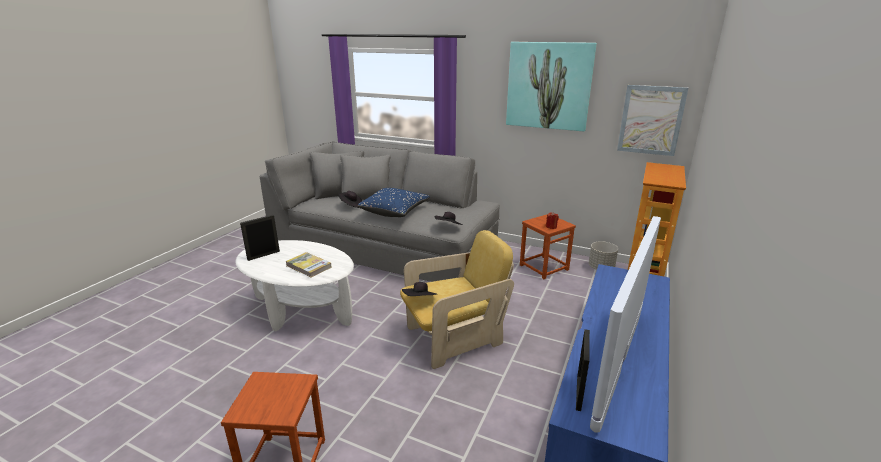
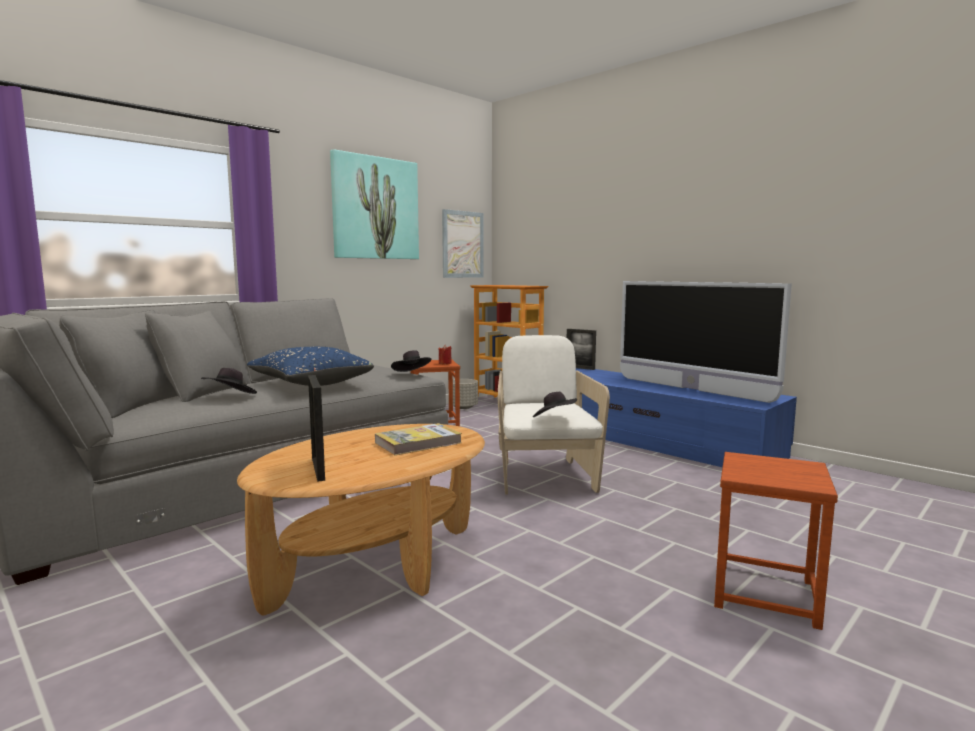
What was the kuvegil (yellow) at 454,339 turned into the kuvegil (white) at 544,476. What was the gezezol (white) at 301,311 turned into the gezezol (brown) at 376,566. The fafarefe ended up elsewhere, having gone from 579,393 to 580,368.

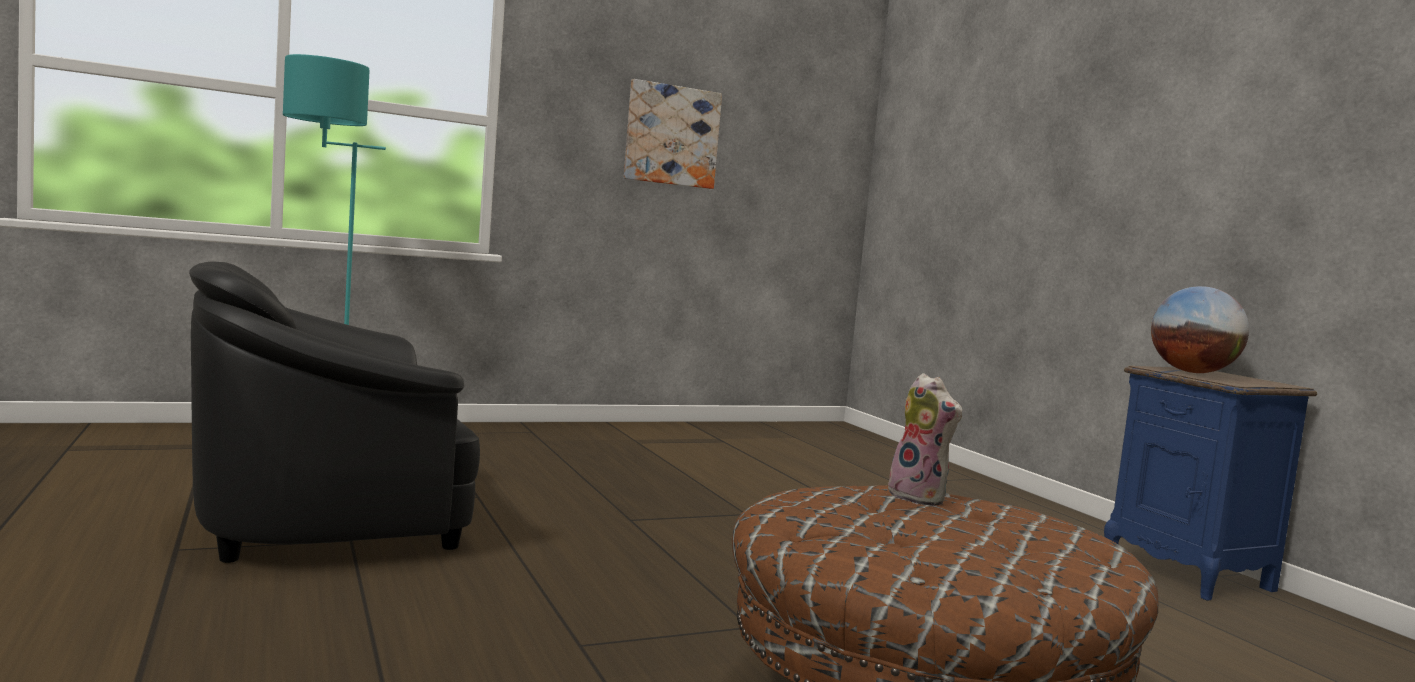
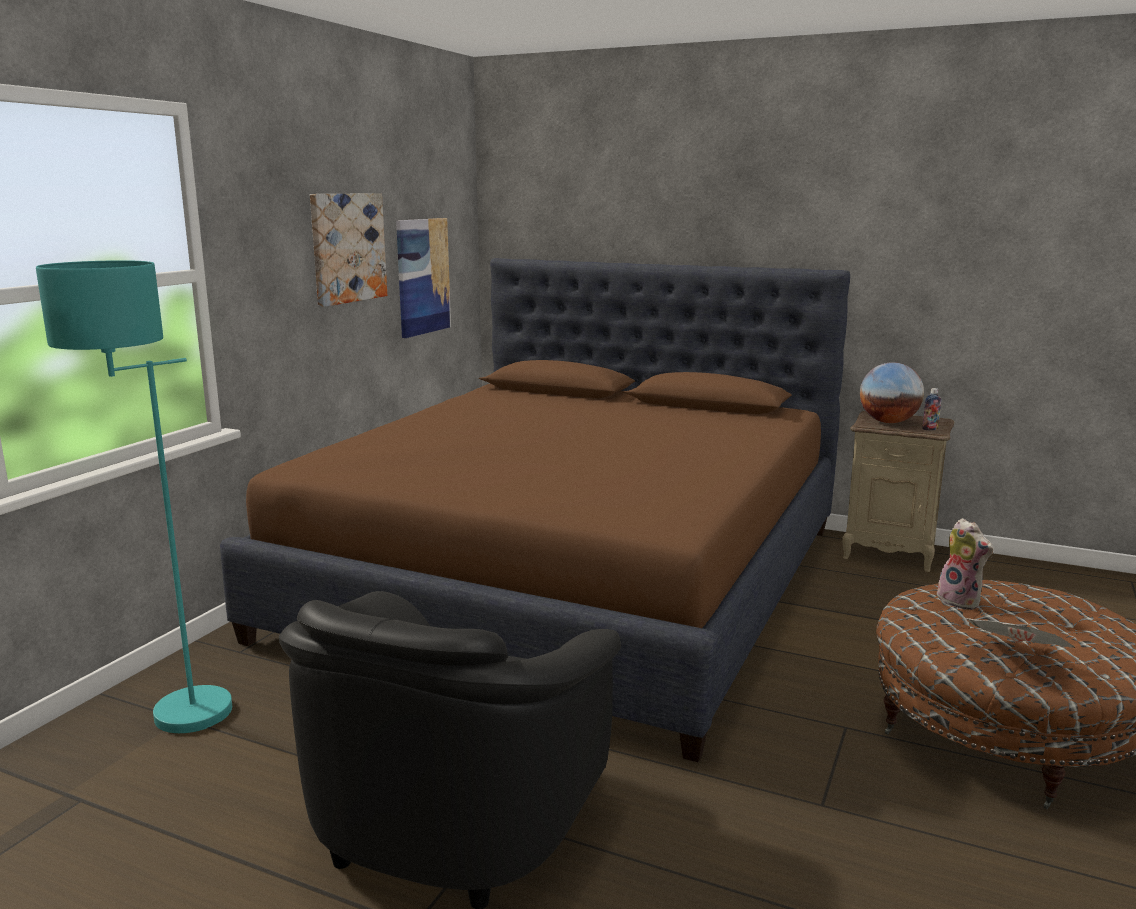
What was the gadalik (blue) at 1186,574 turned into the gadalik (beige) at 890,554. The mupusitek at 921,497 ended up facing another way, 45 degrees clockwise from before. The second view gained the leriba at 423,276. The second view gained the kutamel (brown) at 571,580. The second view gained the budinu at 930,429. The second view gained the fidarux at 1015,658.

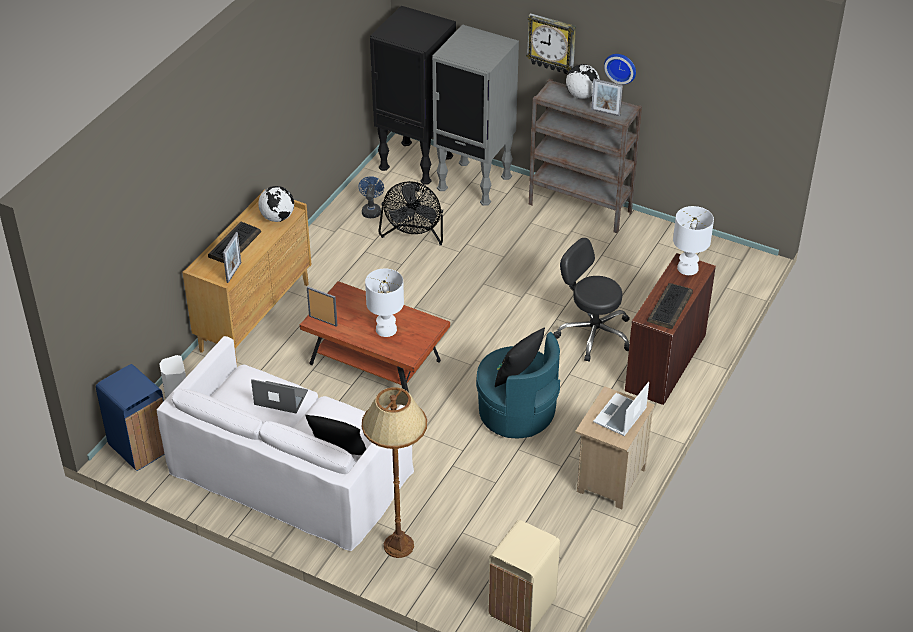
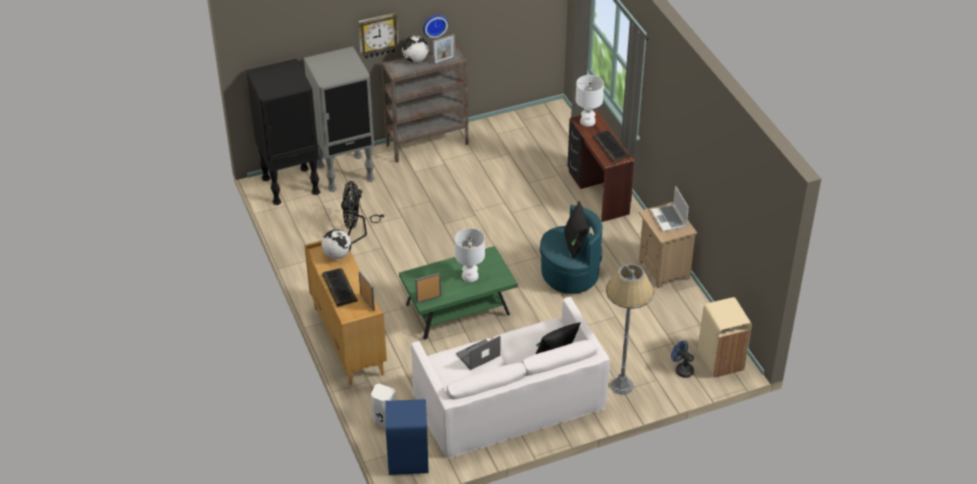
The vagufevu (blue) ended up elsewhere, having gone from 371,210 to 681,369. The vagufevu (black) at 411,232 ended up facing another way, 120 degrees clockwise from before. The second view lost the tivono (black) at 591,332. What was the gezezol (brown) at 375,363 turned into the gezezol (green) at 458,309. What was the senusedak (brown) at 398,545 turned into the senusedak (grey) at 621,385.

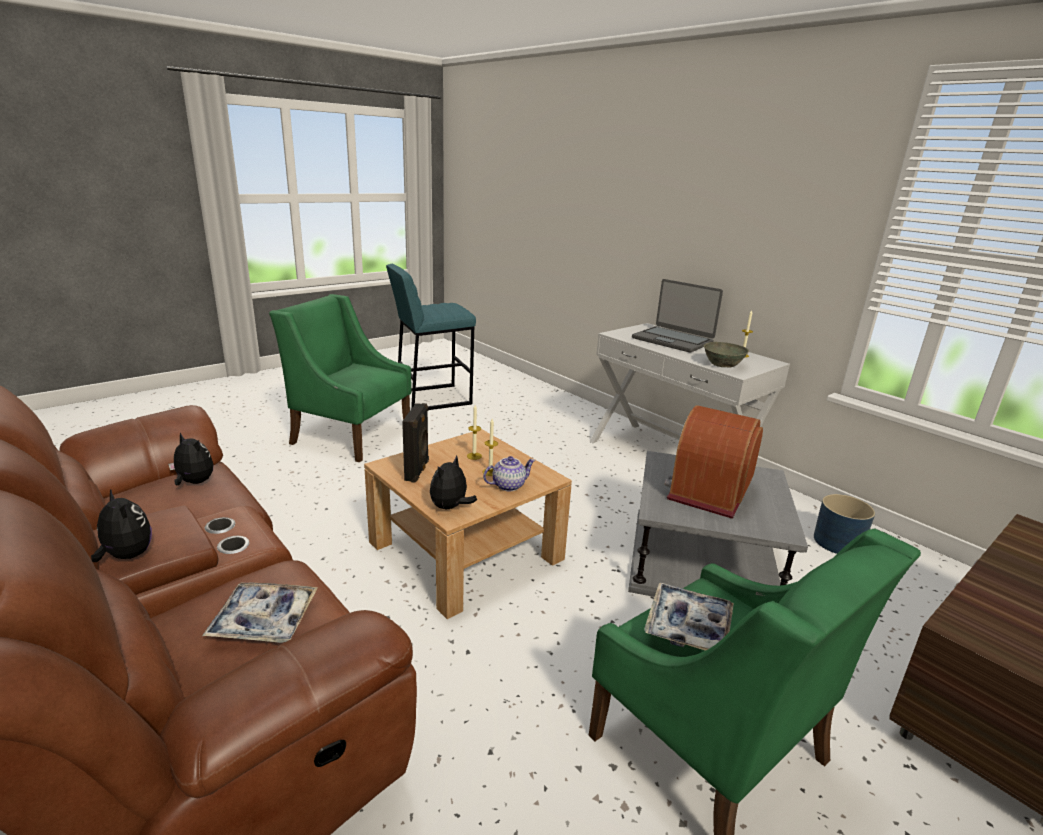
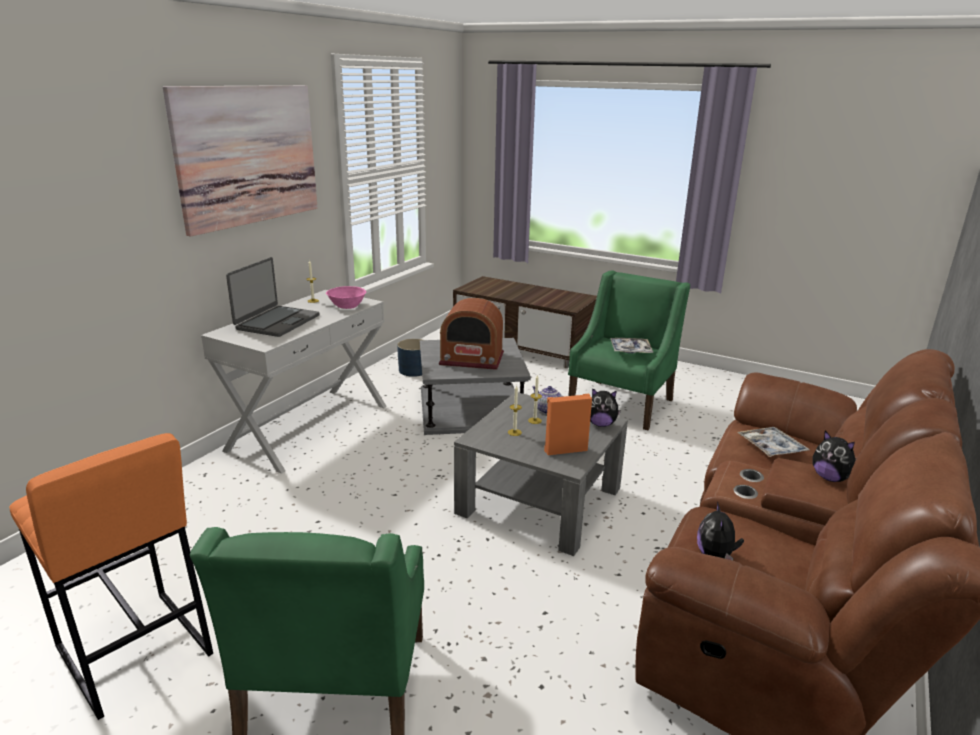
What was the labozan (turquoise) at 431,398 turned into the labozan (orange) at 136,653. What was the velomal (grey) at 722,364 turned into the velomal (pink) at 346,306. What was the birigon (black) at 418,471 turned into the birigon (orange) at 565,450. What was the gezezol (brown) at 466,551 turned into the gezezol (grey) at 539,500. The mupusitek at 126,556 ended up facing another way, 60 degrees counterclockwise from before. The second view gained the leriba at 248,155.

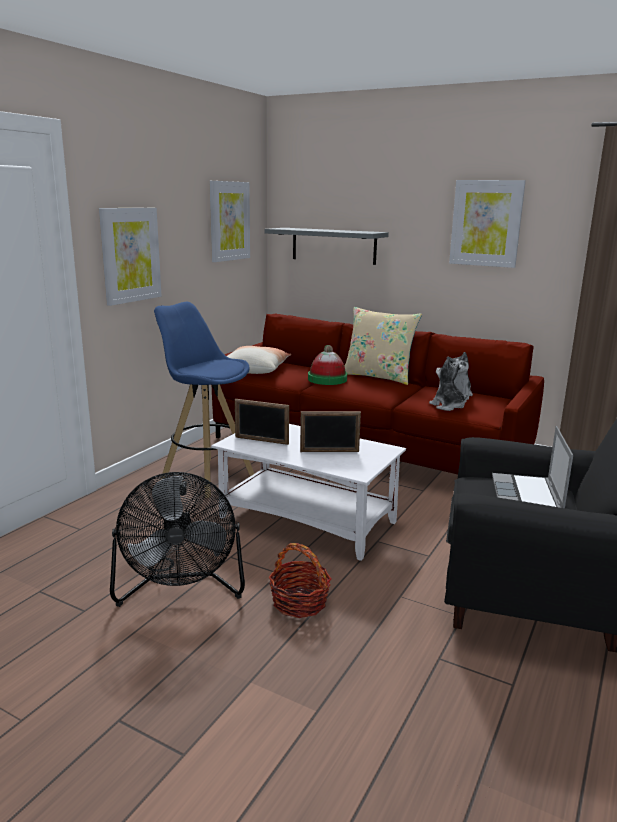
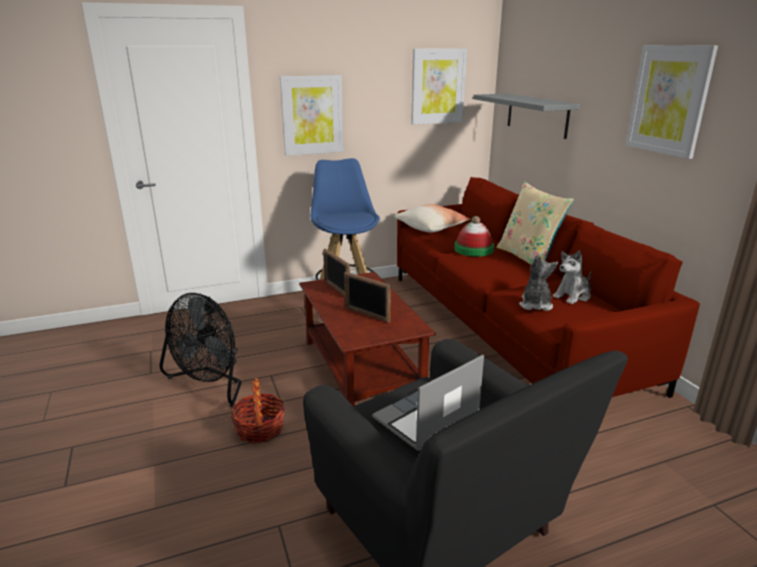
What was the gezezol (white) at 309,520 turned into the gezezol (brown) at 362,370.

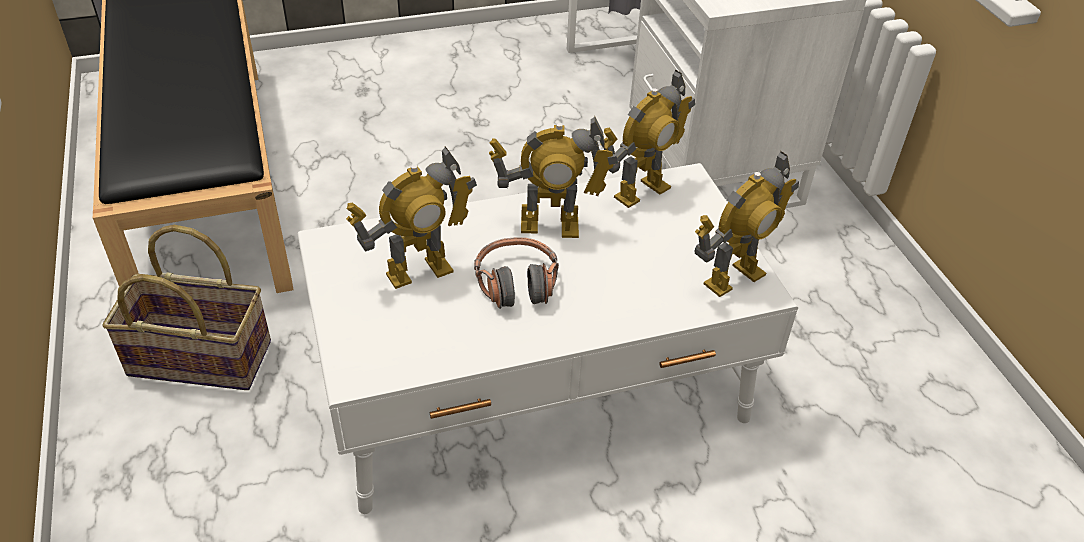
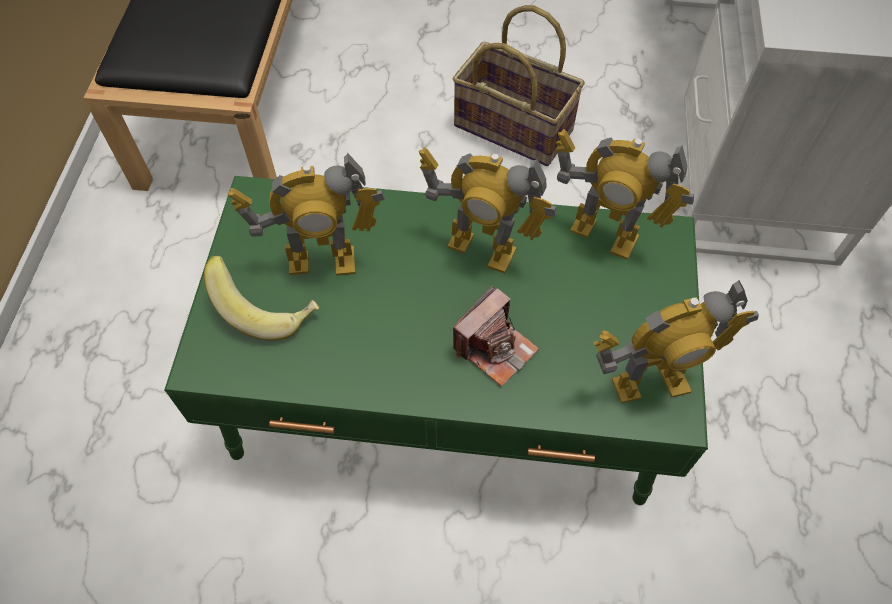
The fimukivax at 641,191 ended up facing another way, 45 degrees clockwise from before. What was the gezezol (white) at 538,389 turned into the gezezol (green) at 448,388. The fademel ended up elsewhere, having gone from 201,356 to 514,127. The second view lost the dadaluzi at 517,283. The second view gained the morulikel at 267,309. The second view gained the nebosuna at 495,348.

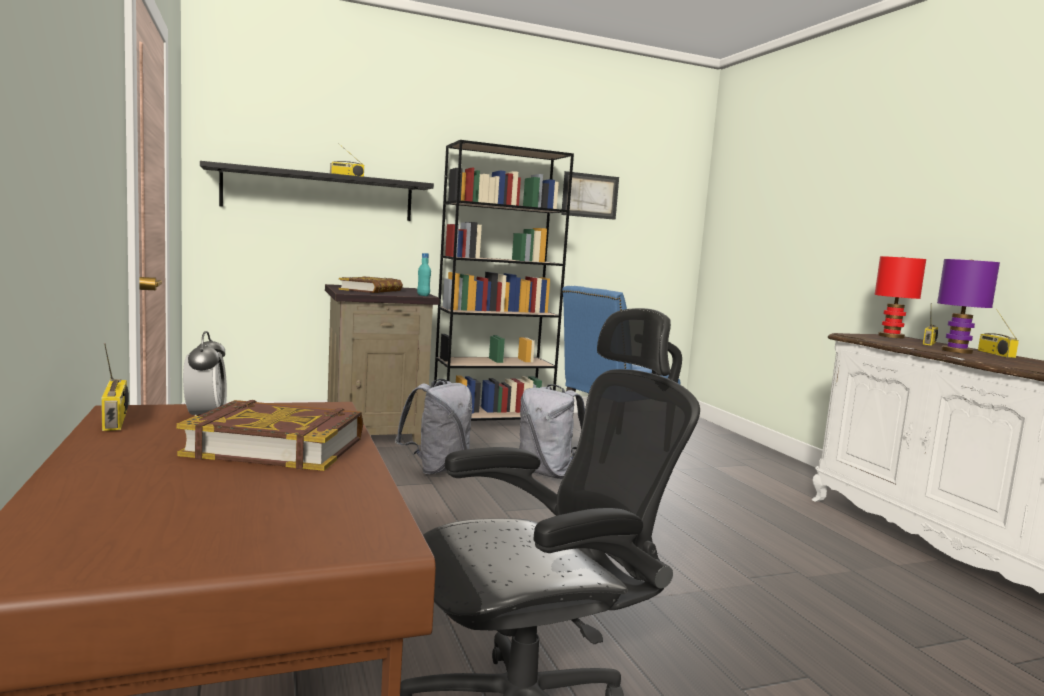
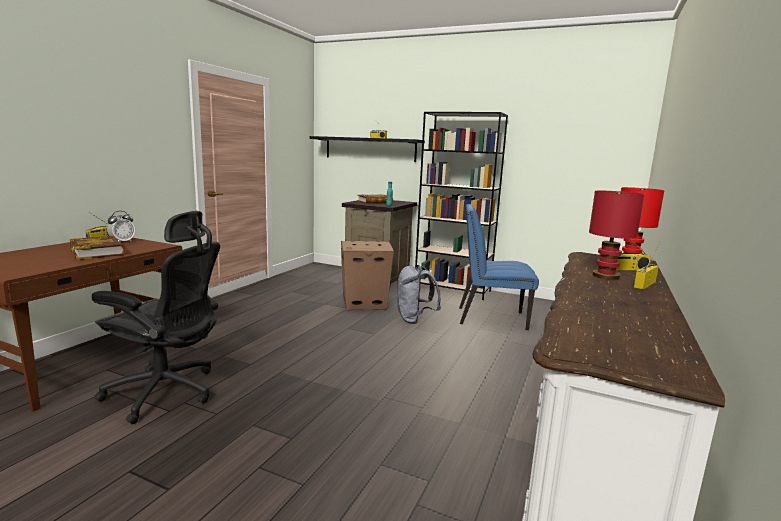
The second view lost the leriba at 590,195. What was the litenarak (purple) at 957,351 turned into the litenarak (red) at 606,276. Where the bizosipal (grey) stood at 437,468, the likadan came to stand at 365,303.

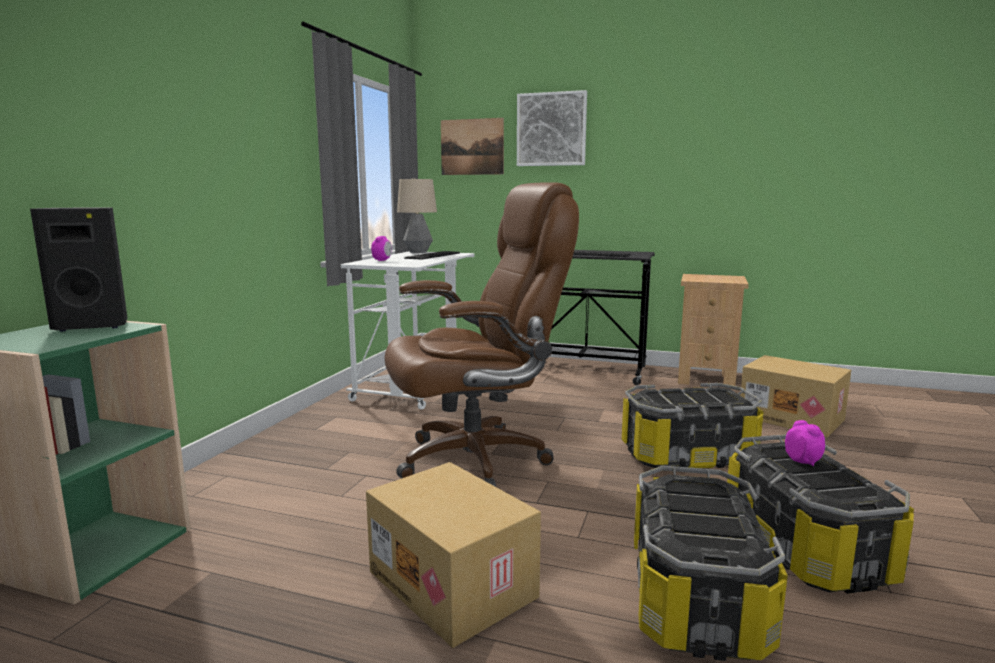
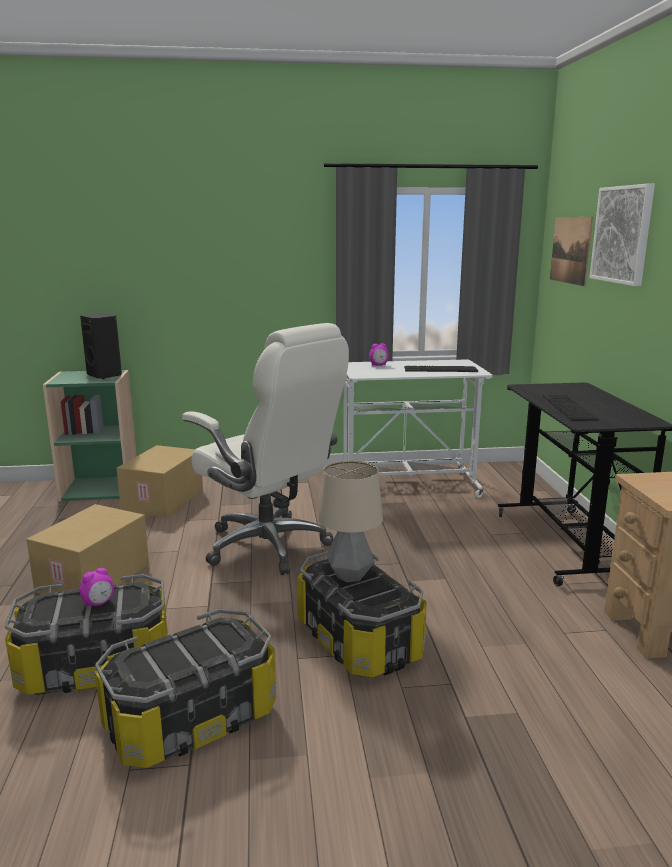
The litenarak ended up elsewhere, having gone from 418,252 to 349,576. What was the tivono (brown) at 477,460 turned into the tivono (white) at 269,546. The likadan ended up elsewhere, having gone from 792,418 to 164,501. The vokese ended up elsewhere, having gone from 803,461 to 98,603.

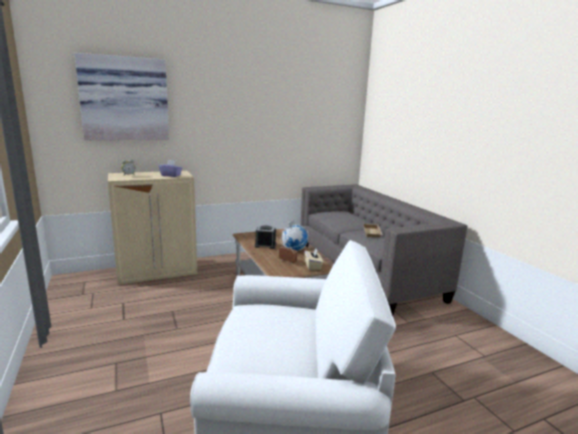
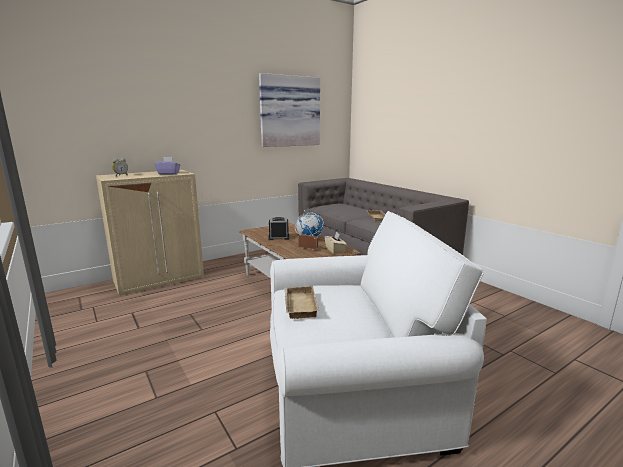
The leriba ended up elsewhere, having gone from 125,99 to 289,111. The second view gained the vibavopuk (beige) at 298,305.

